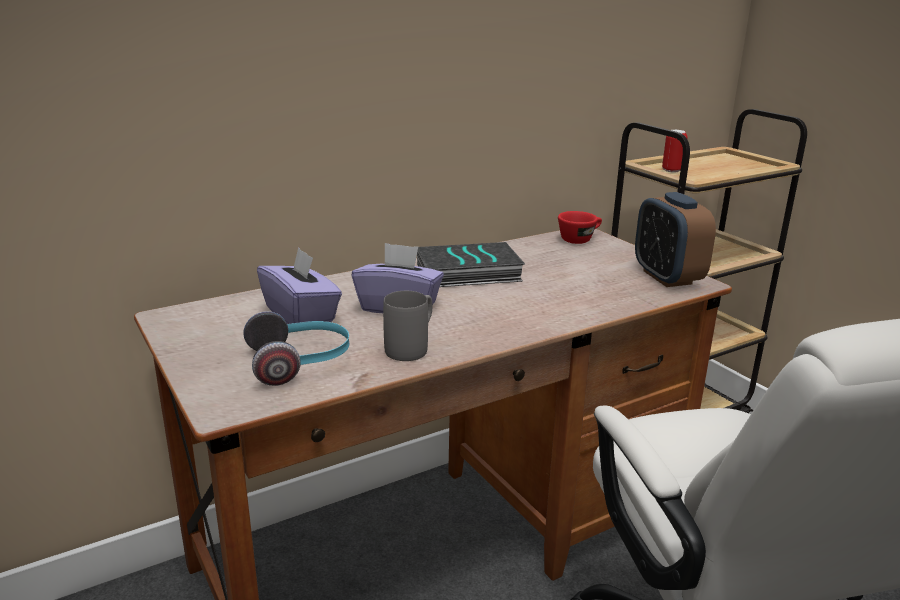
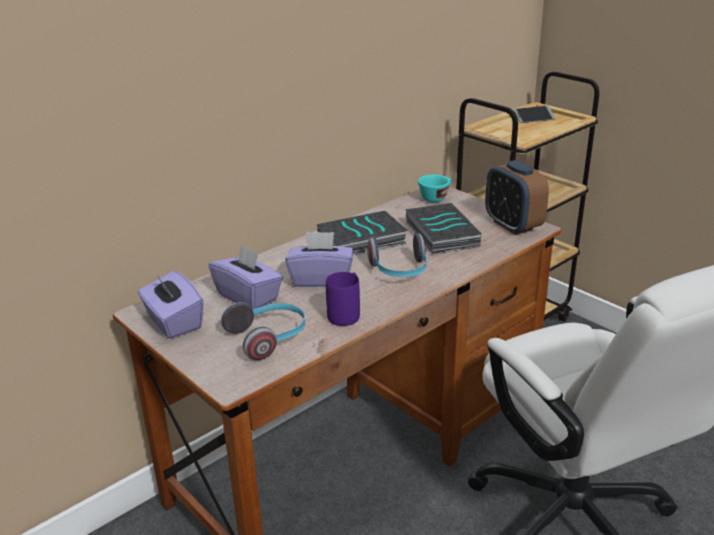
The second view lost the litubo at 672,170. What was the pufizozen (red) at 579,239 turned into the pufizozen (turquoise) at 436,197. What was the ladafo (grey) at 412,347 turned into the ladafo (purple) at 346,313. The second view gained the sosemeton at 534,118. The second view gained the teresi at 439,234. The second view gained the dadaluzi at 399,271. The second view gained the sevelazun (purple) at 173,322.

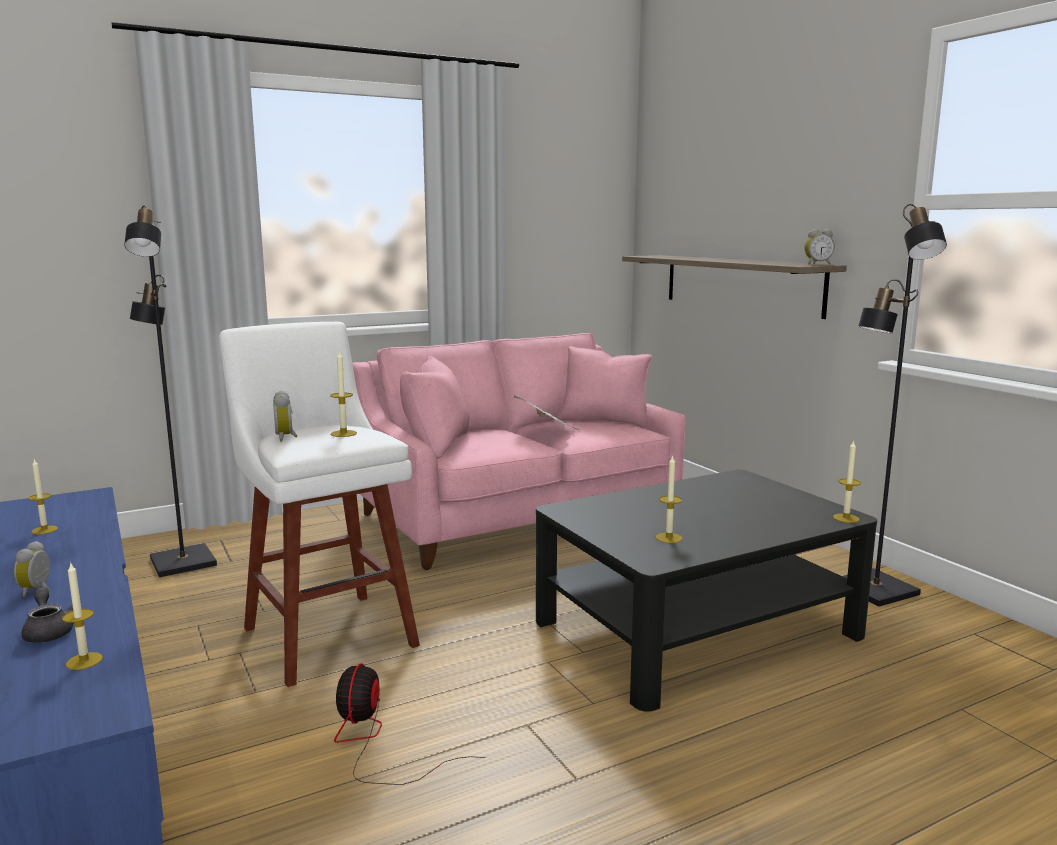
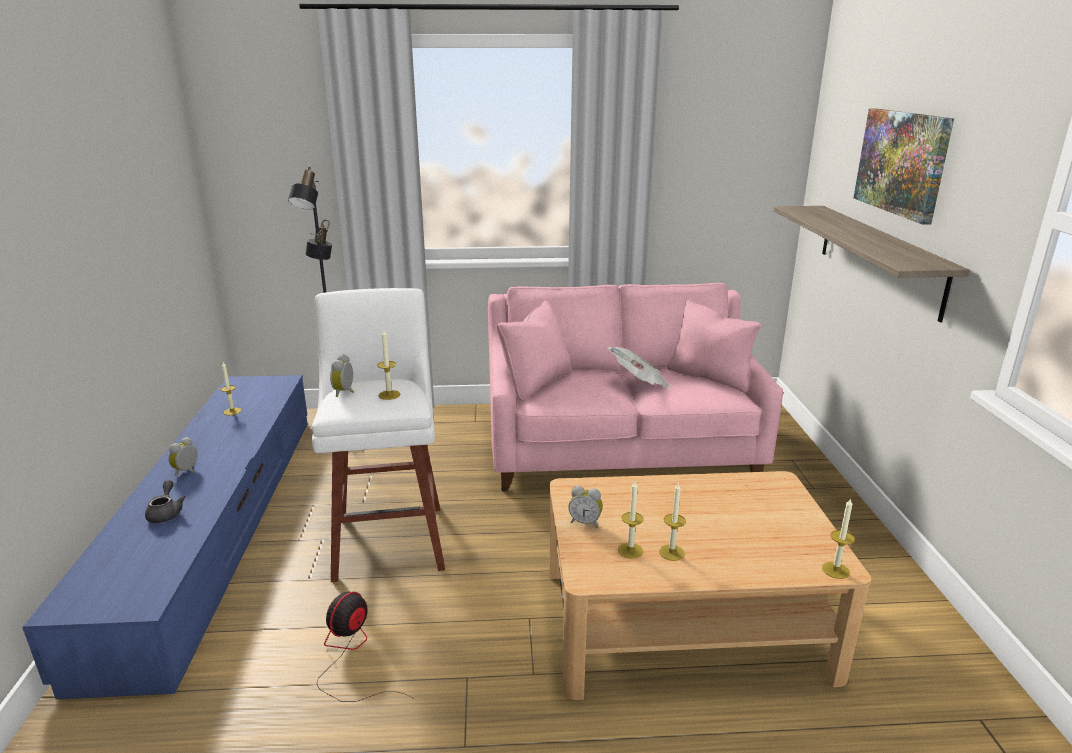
The second view lost the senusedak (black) at 875,589. The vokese ended up elsewhere, having gone from 817,264 to 585,522. What was the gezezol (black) at 697,628 turned into the gezezol (beige) at 684,621. The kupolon ended up elsewhere, having gone from 84,661 to 671,552. The second view gained the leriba at 902,162.

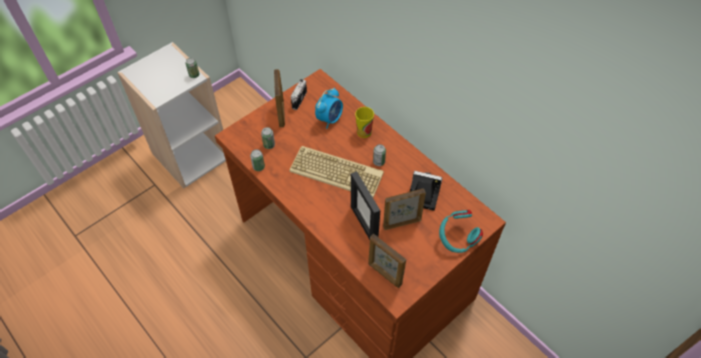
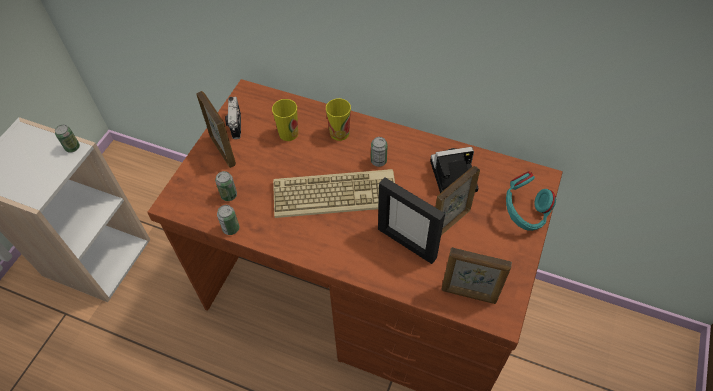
Where the vokese stood at 330,119, the pufizozen came to stand at 288,133.

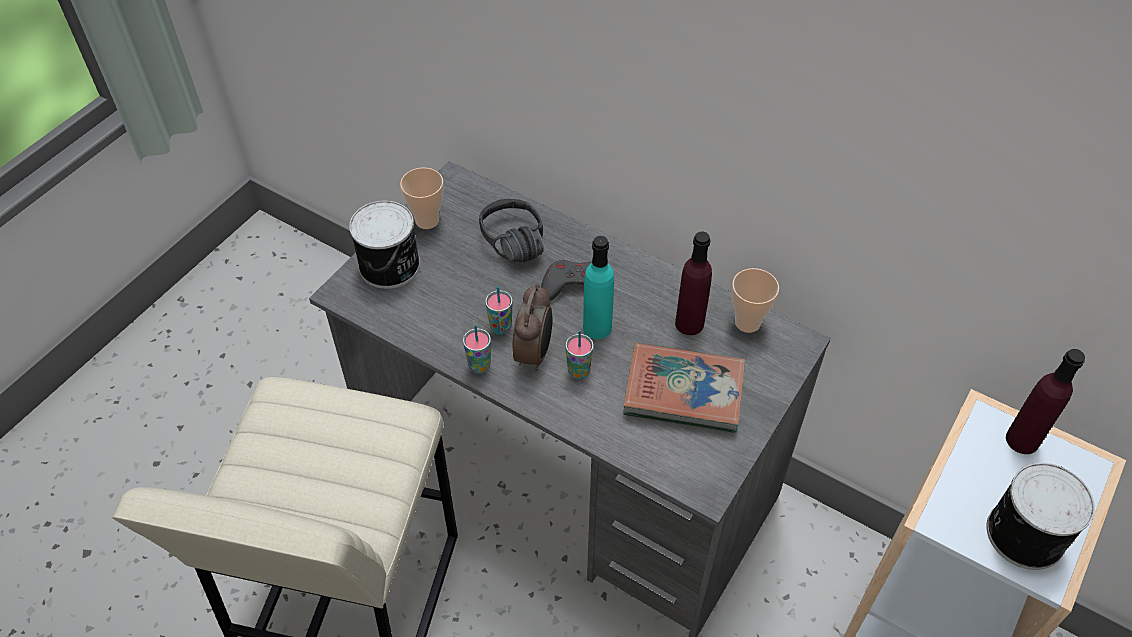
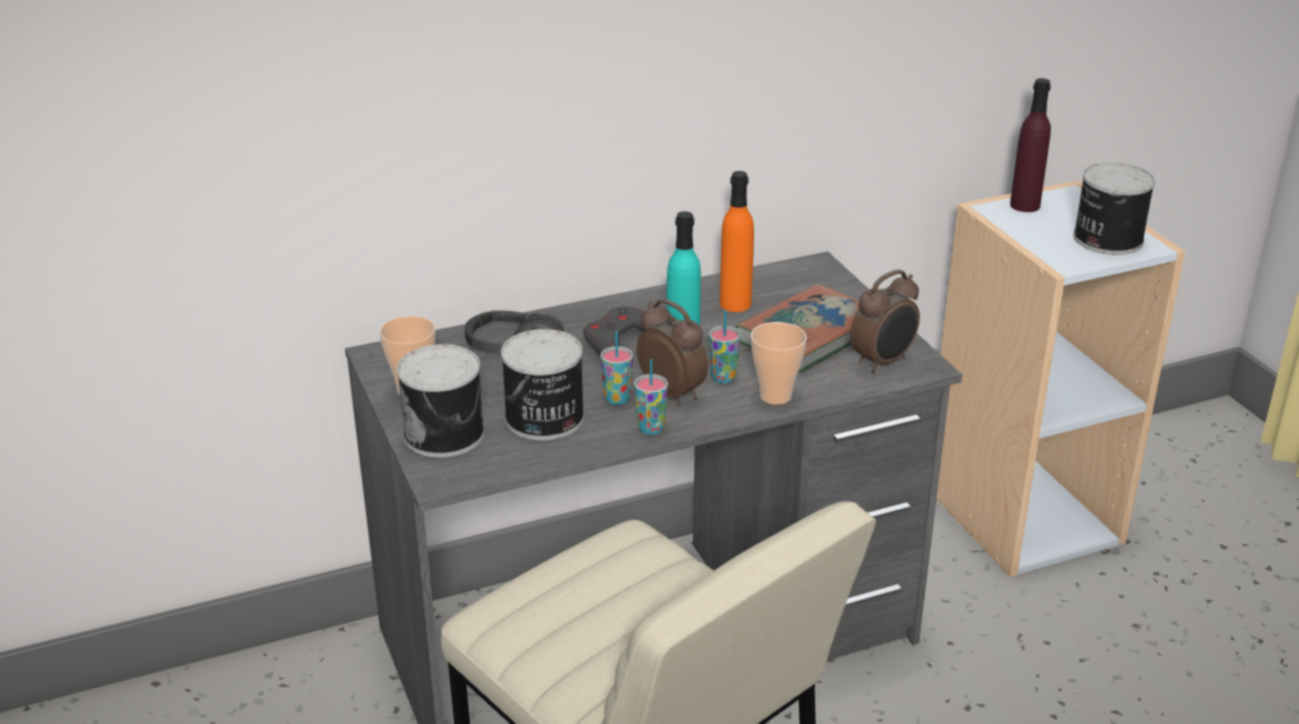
What was the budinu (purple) at 689,323 turned into the budinu (orange) at 735,303. The pufizozen ended up elsewhere, having gone from 747,322 to 775,396. The second view gained the vokese at 883,362. The second view gained the litubo at 544,419.

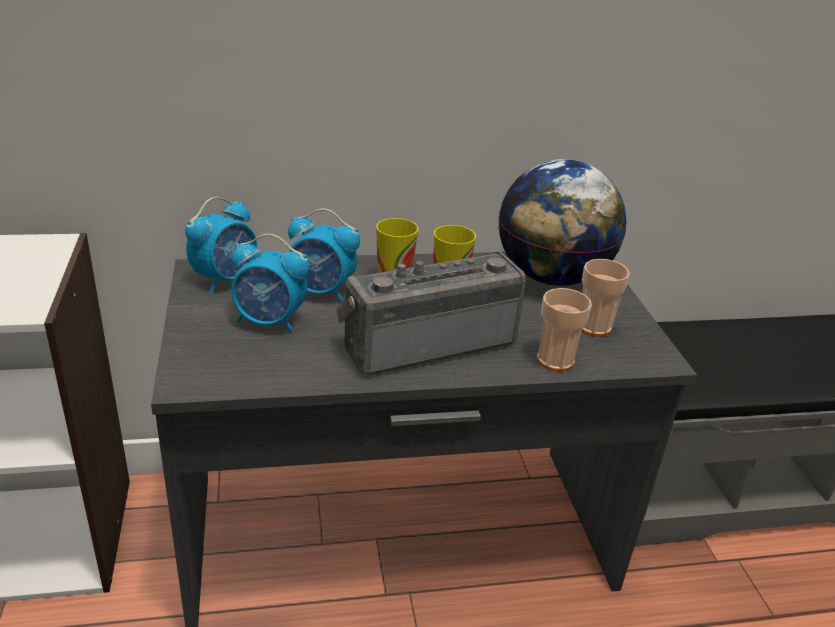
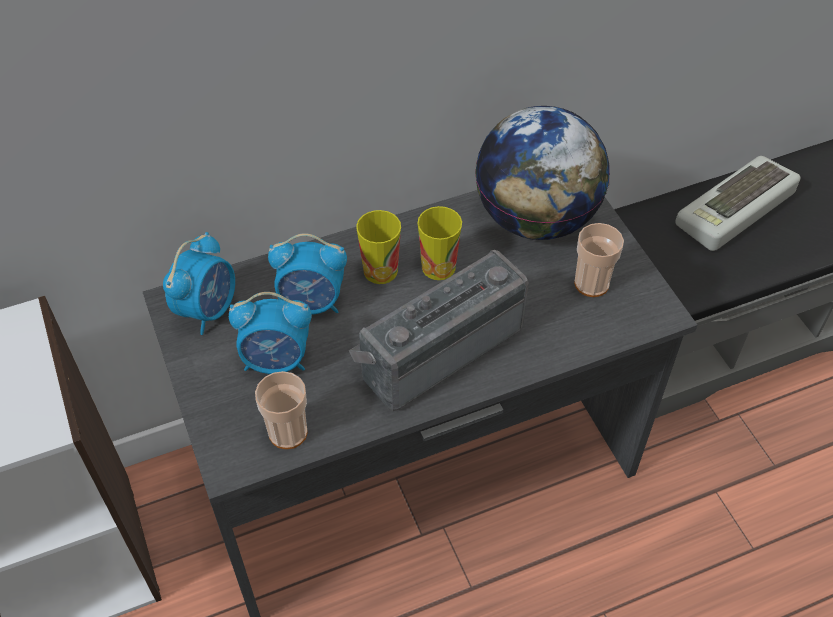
The pufizozen ended up elsewhere, having gone from 555,360 to 288,432. The second view gained the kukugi at 736,211.

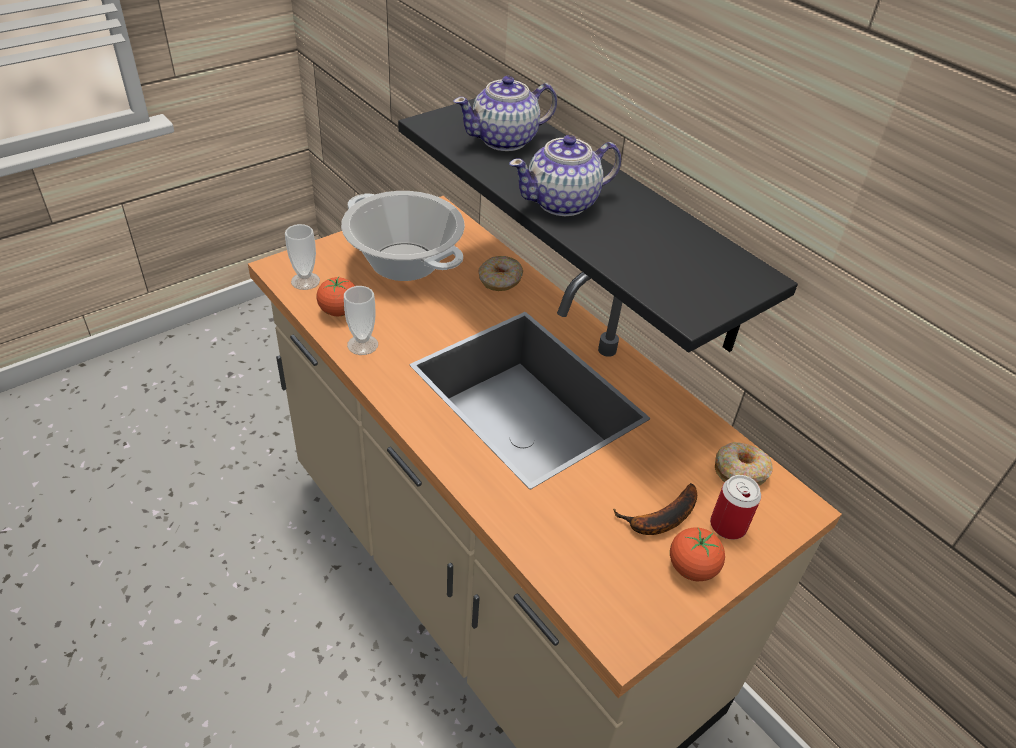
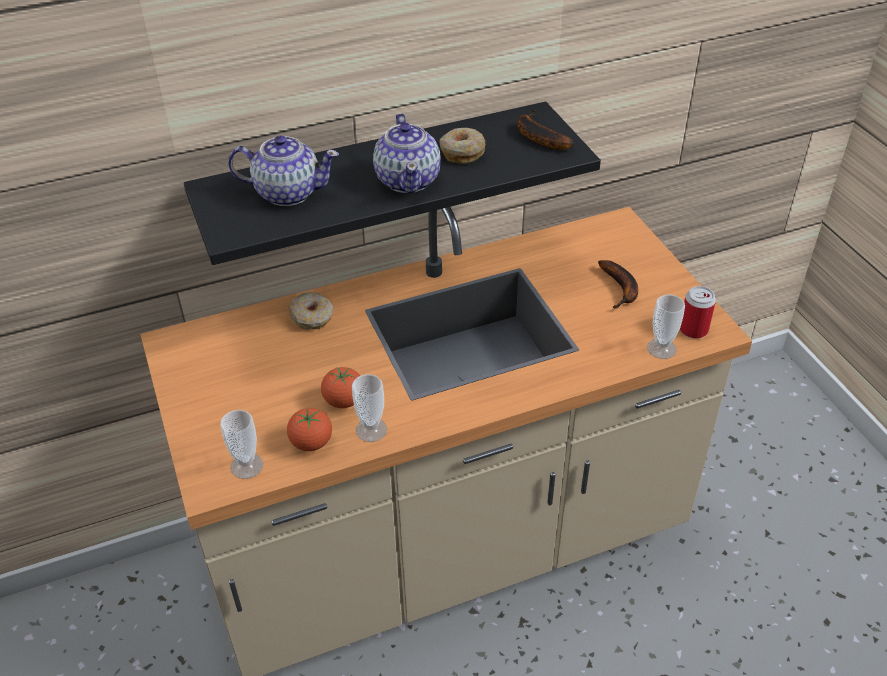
The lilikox at 505,140 ended up facing another way, 75 degrees counterclockwise from before. The second view lost the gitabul at 405,262. The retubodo ended up elsewhere, having gone from 740,471 to 462,152. The litubo ended up elsewhere, having gone from 728,525 to 693,329. The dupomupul ended up elsewhere, having gone from 691,568 to 344,401. The second view gained the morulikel at 537,137. The second view gained the pufizozen at 661,348.

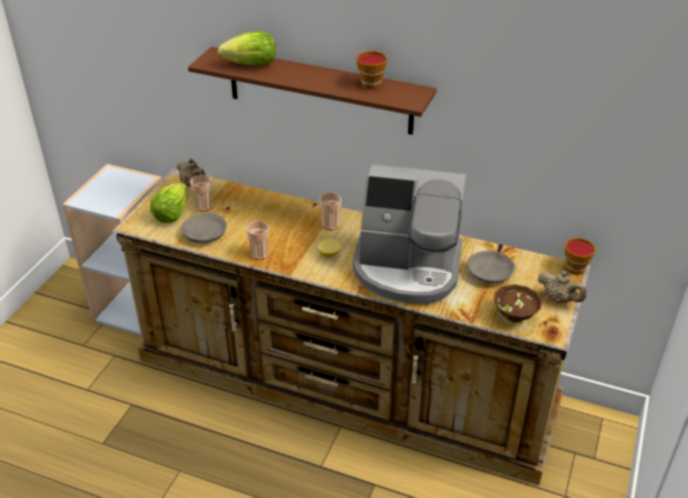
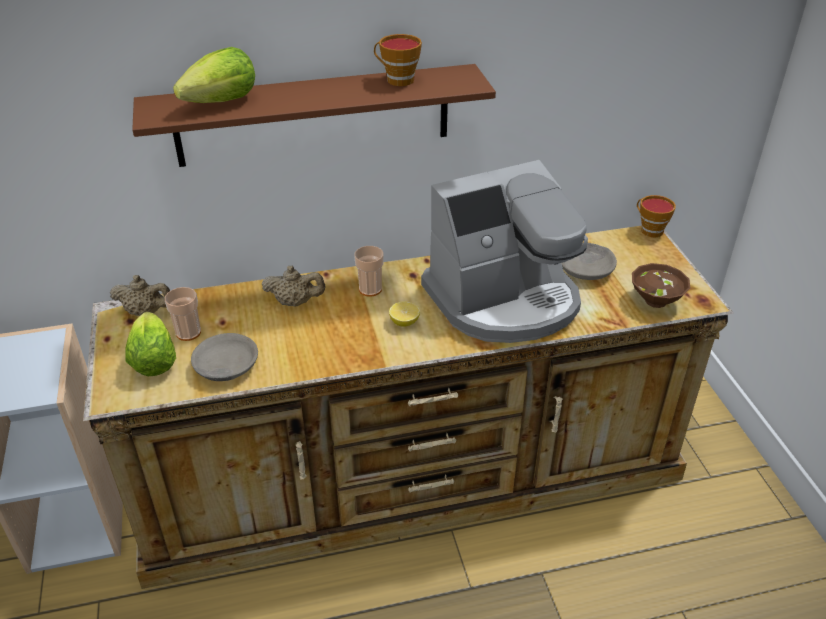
The second view lost the pufizozen at 259,254. The lilikox (beige) ended up elsewhere, having gone from 559,299 to 295,302.

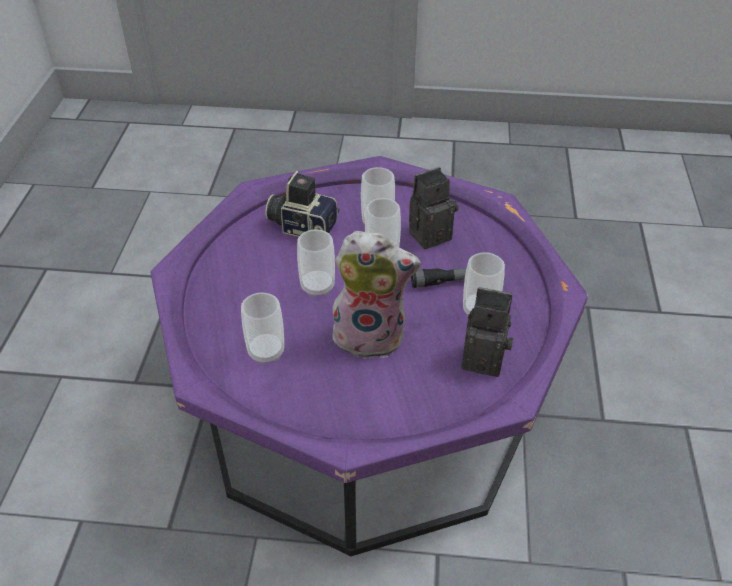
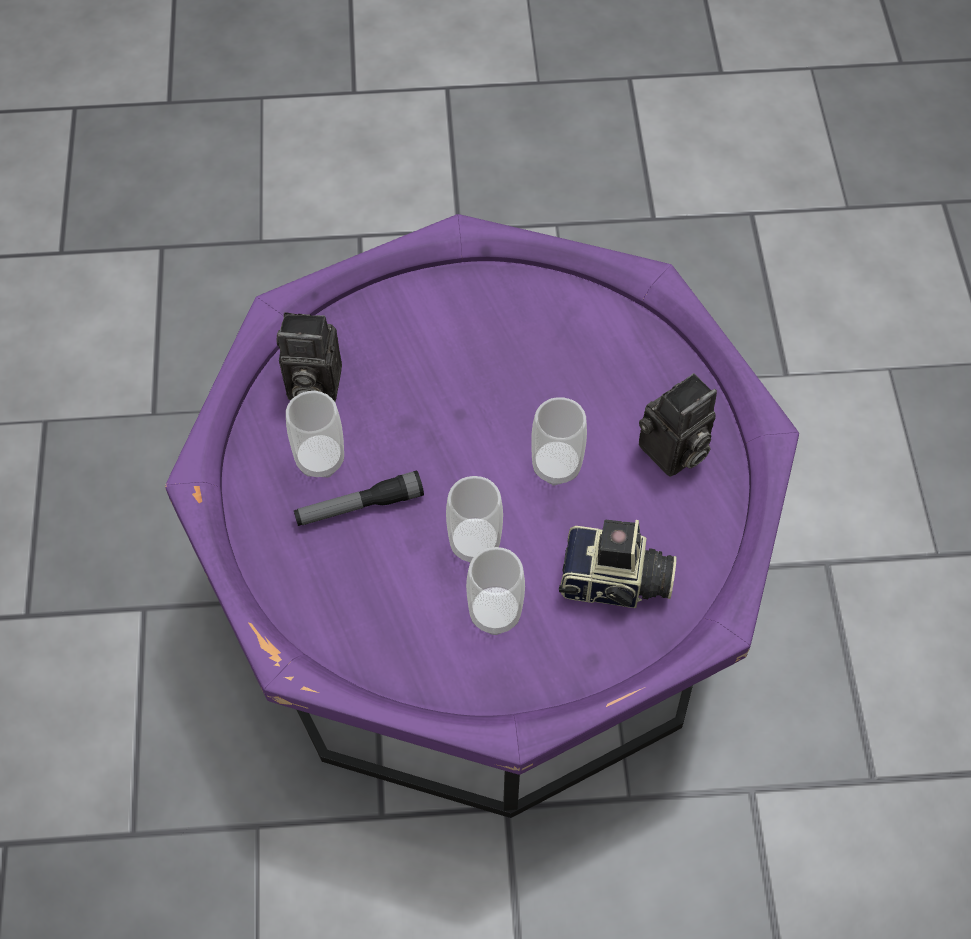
The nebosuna ended up elsewhere, having gone from 430,233 to 672,453. The second view lost the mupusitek at 371,335. The second view lost the pufizozen at 266,352.

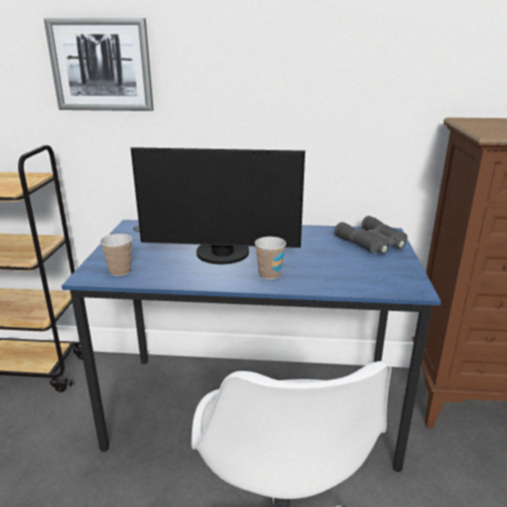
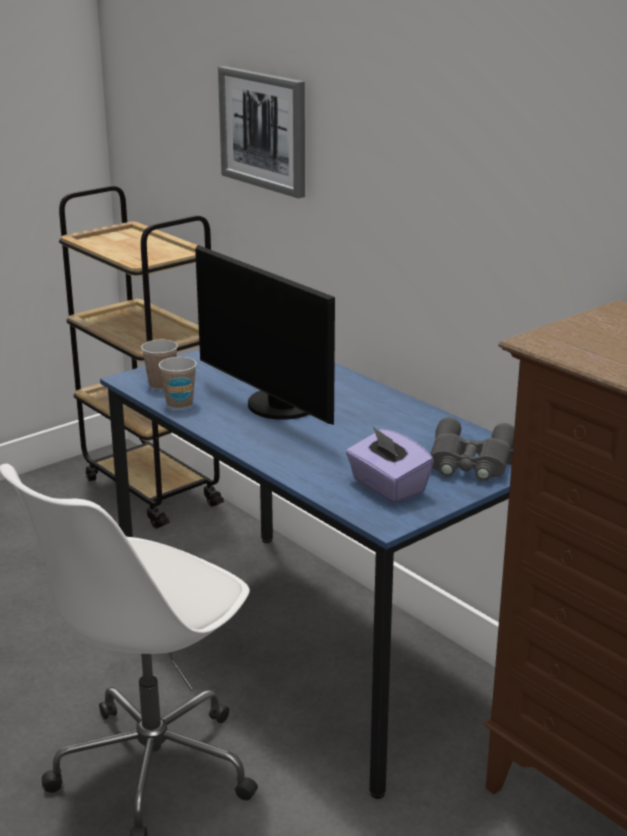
The pufizozen ended up elsewhere, having gone from 269,275 to 179,404. The second view gained the sevelazun (purple) at 387,487.

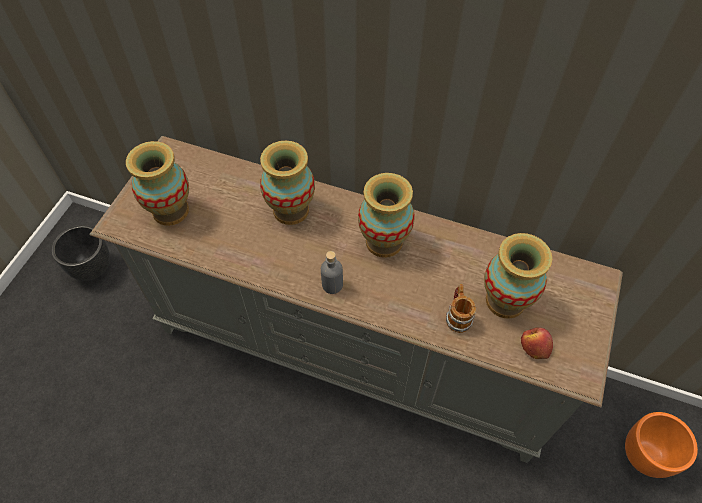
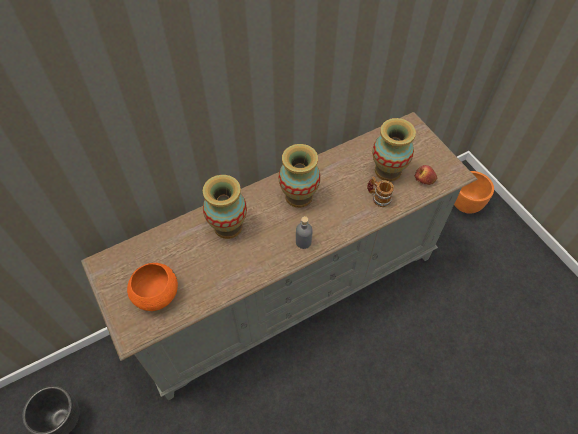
Where the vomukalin stood at 170,210, the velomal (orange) came to stand at 156,294.

